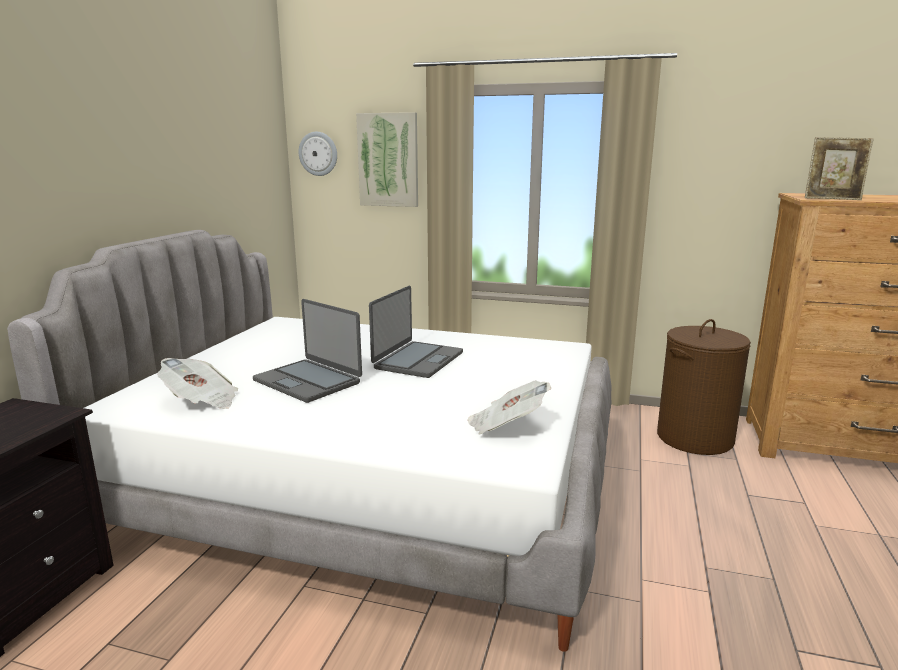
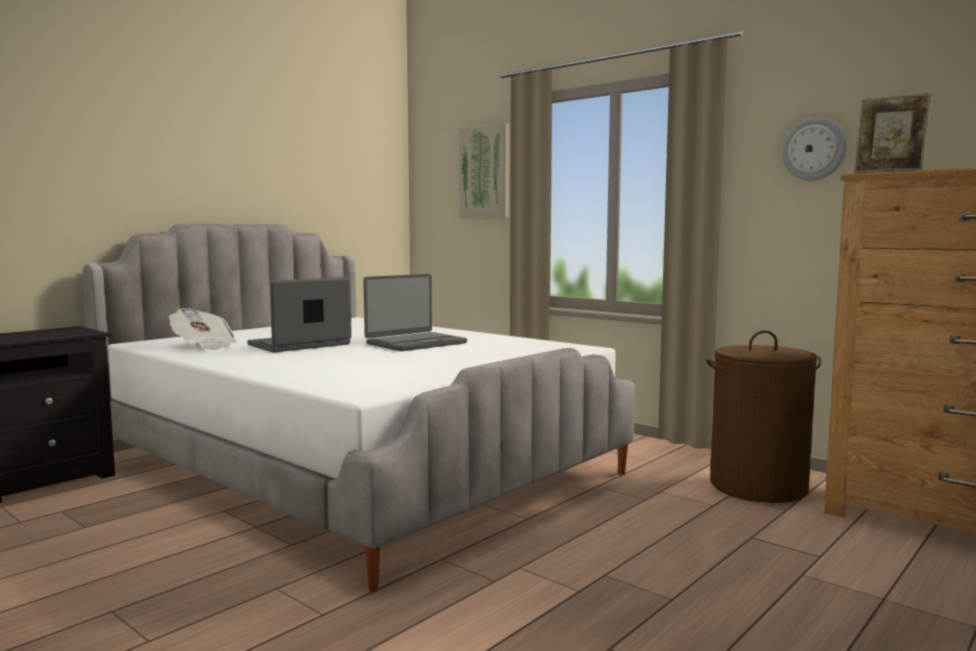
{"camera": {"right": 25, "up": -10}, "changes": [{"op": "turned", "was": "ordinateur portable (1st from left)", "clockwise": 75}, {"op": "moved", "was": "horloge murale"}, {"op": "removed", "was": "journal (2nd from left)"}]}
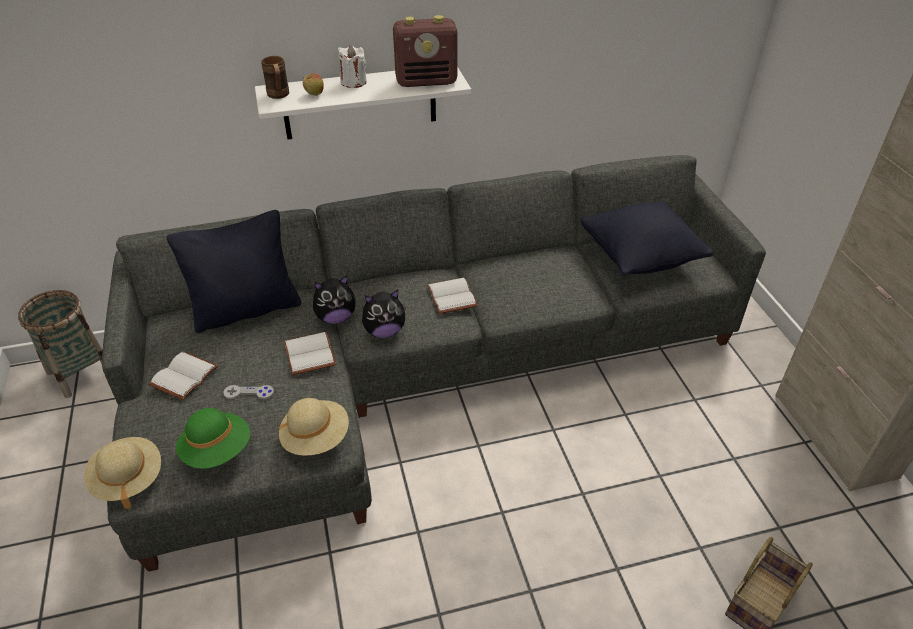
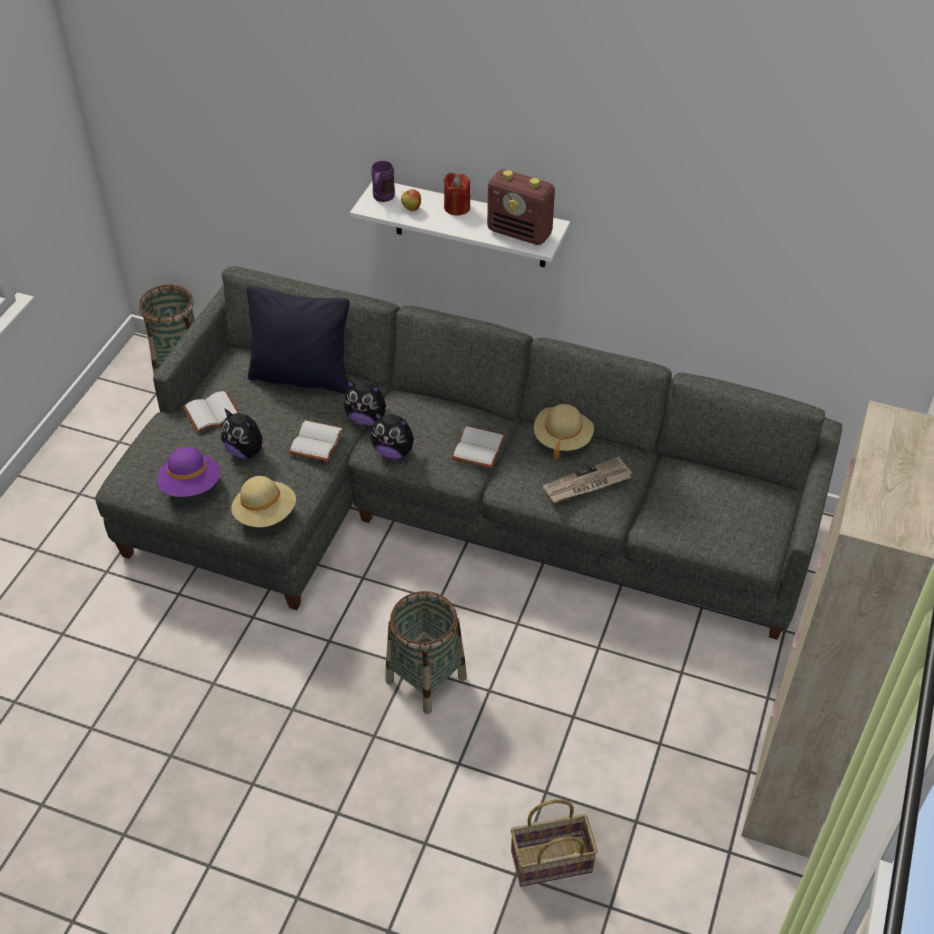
{"camera": {"right": 35, "up": 5}, "changes": [{"op": "moved", "was": "chapeau (beige) (1st from left in the first image)", "now": "chapeau (beige) (2nd from left)"}, {"op": "recoloured", "was": "chapeau (vert)", "now": "chapeau (violet)"}, {"op": "replaced", "was": "manette (gris)", "now": "peluche (1st from left)"}, {"op": "recoloured", "was": "mug (marron)", "now": "mug (violet)"}, {"op": "recoloured", "was": "bougie (blanc)", "now": "bougie (rouge)"}, {"op": "removed", "was": "coussin (noir) (2nd from left)"}, {"op": "added", "now": "panier (2nd from left)"}, {"op": "added", "now": "journal"}]}
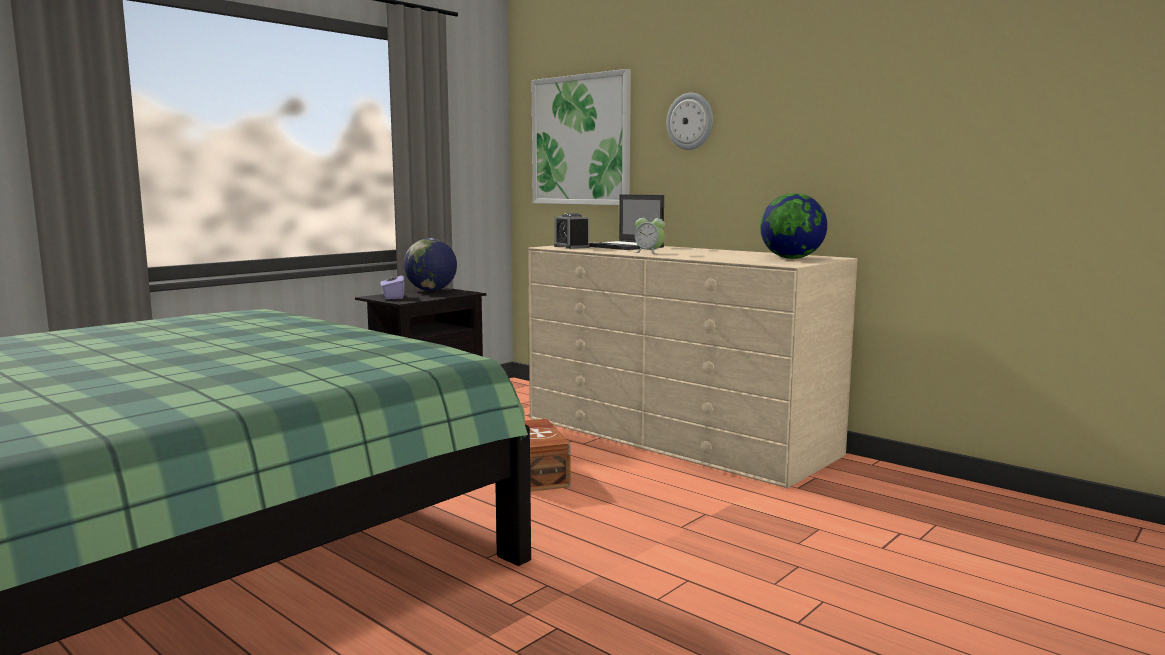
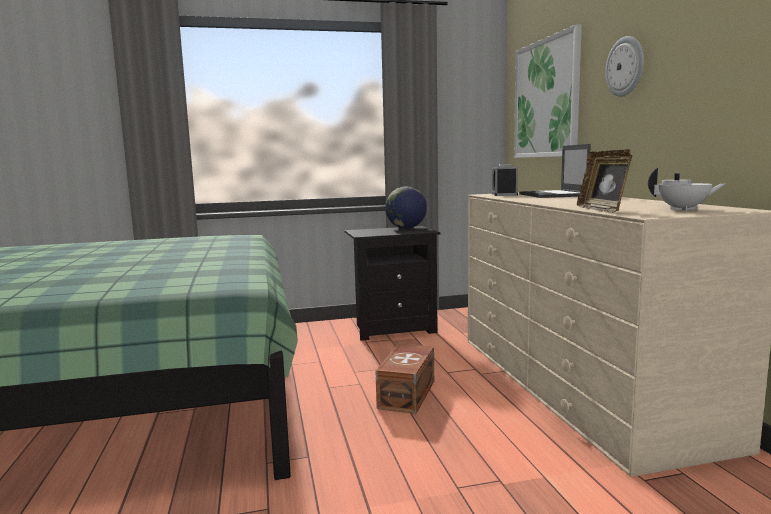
{"camera": {"right": 35, "up": 0}, "changes": [{"op": "removed", "was": "boîte à mouchoirs (violet)"}, {"op": "removed", "was": "réveil (2nd from left)"}, {"op": "replaced", "was": "globe (2nd from left)", "now": "théière (blanc)"}, {"op": "added", "now": "cadre photo"}]}
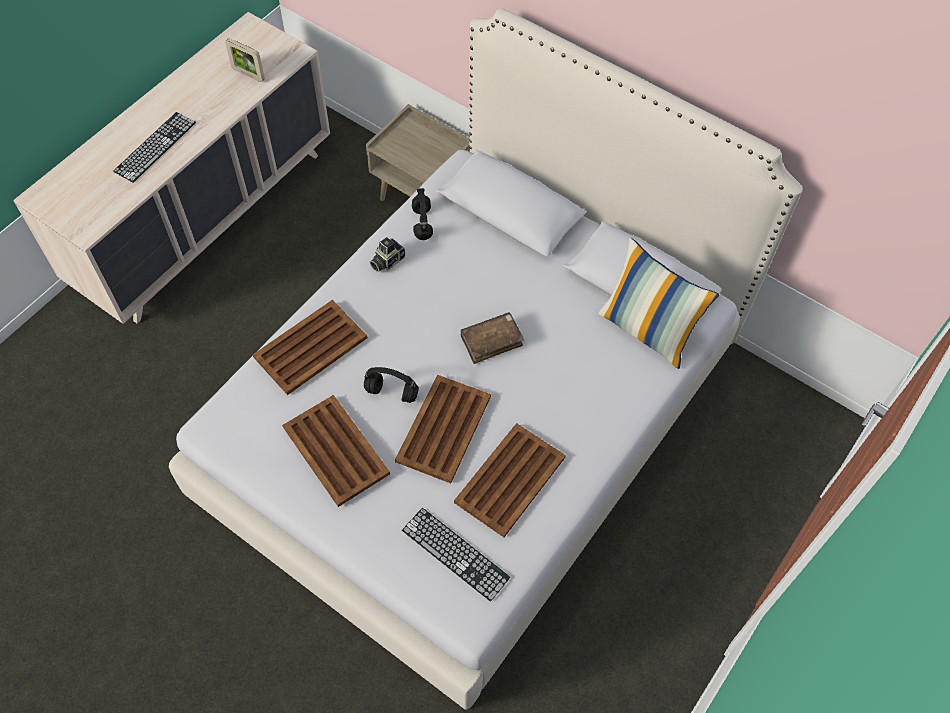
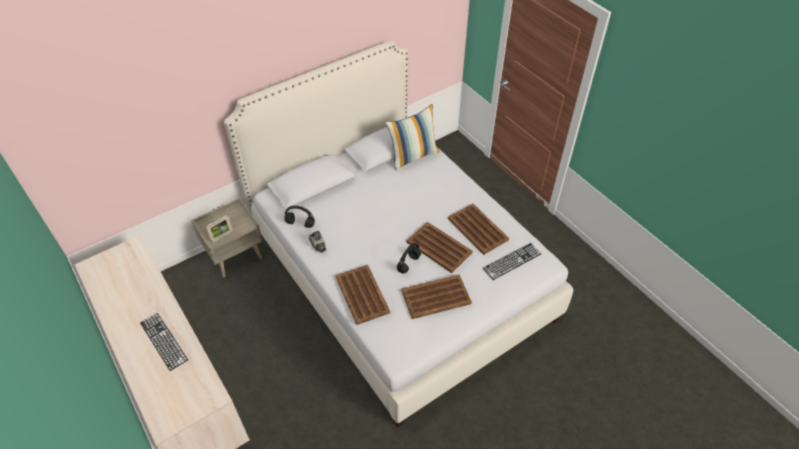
{"camera": {"right": -70, "up": -10}, "changes": [{"op": "moved", "was": "cadre photo"}, {"op": "removed", "was": "livre (marron)"}]}
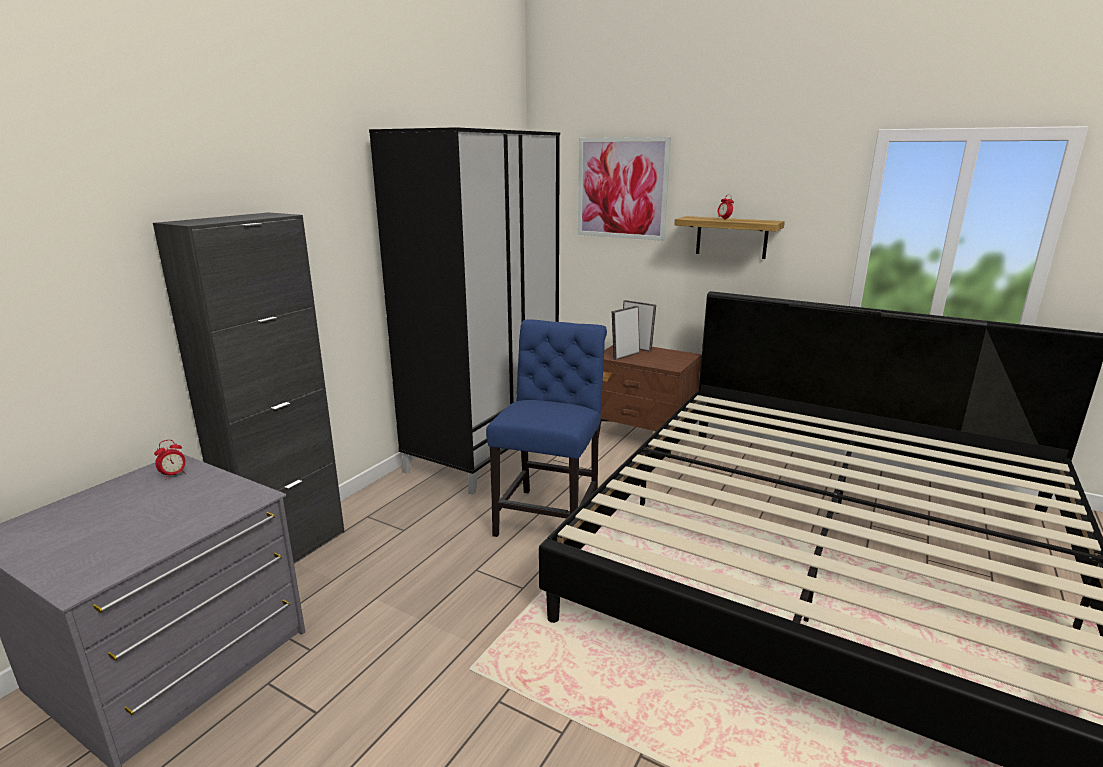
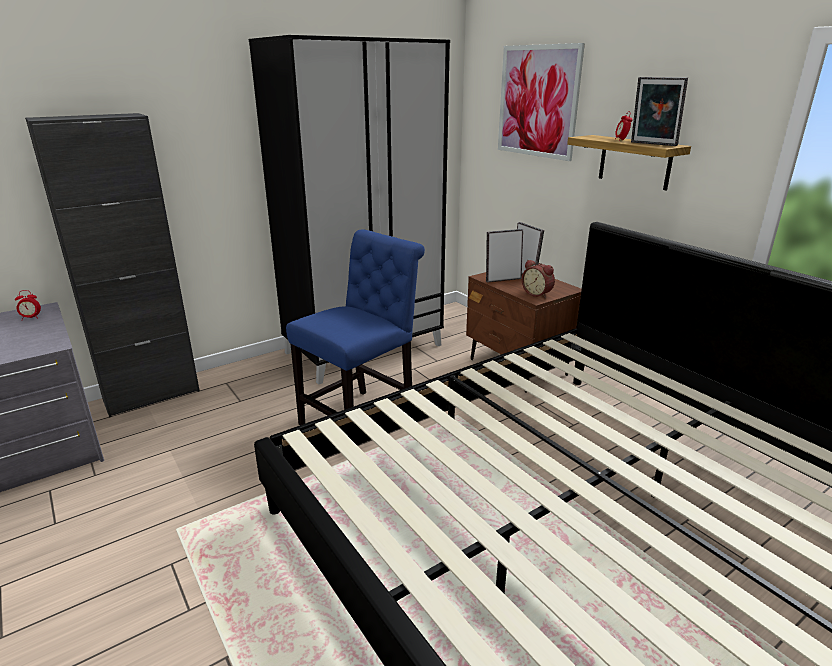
{"camera": {"right": 25, "up": 5}, "changes": [{"op": "added", "now": "réveil (2nd from left)"}, {"op": "added", "now": "cadre photo (3rd from left)"}]}
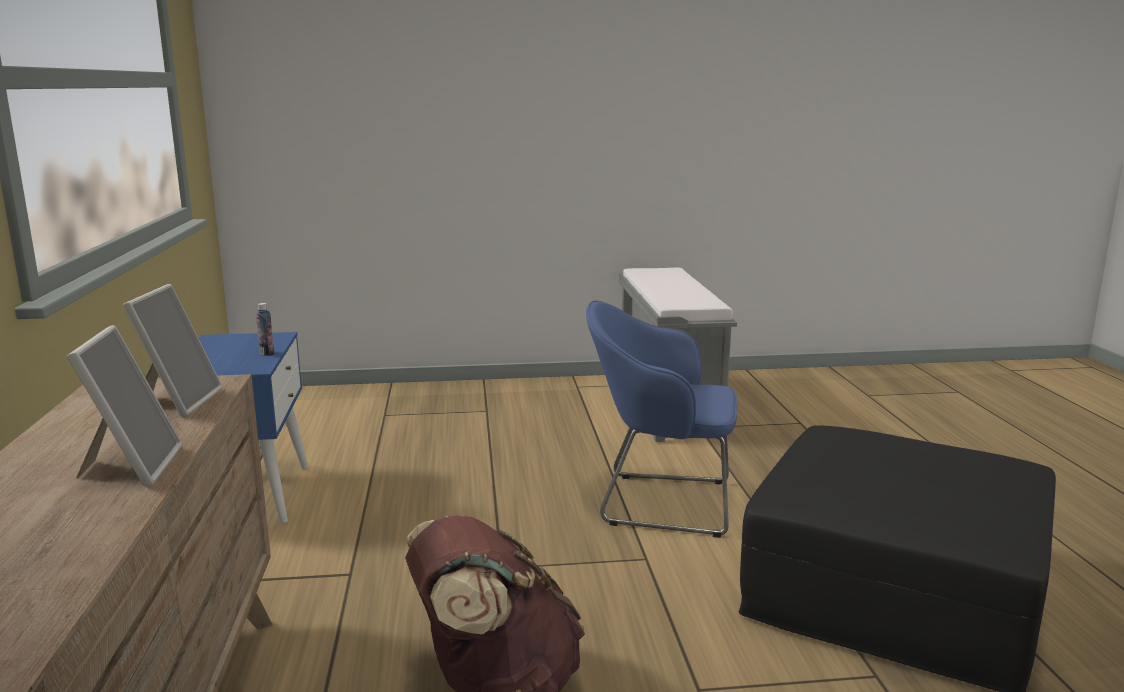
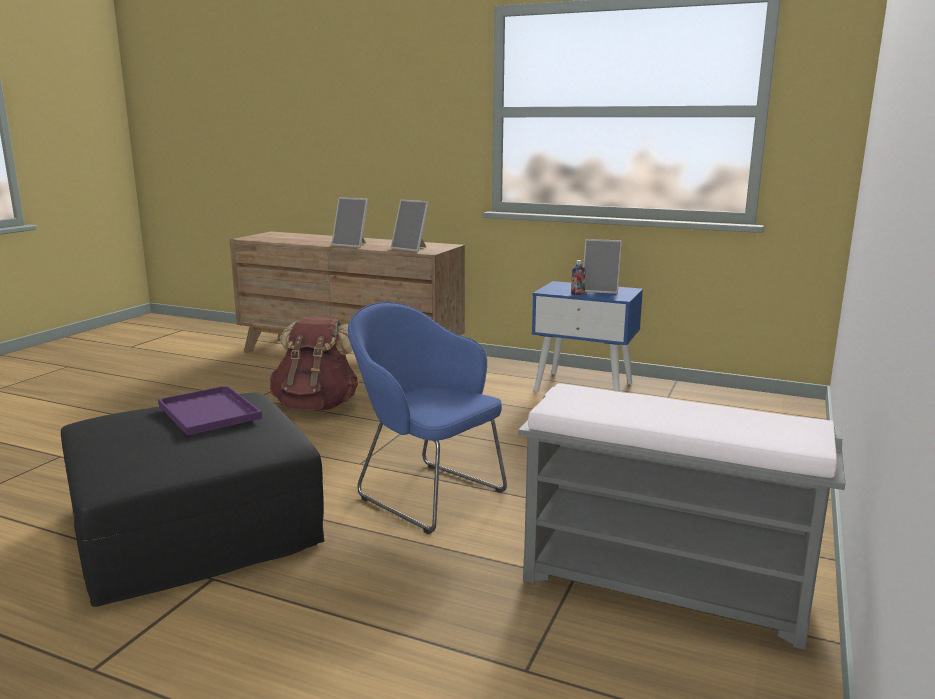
{"camera": {"right": 120, "up": 0}, "changes": [{"op": "turned", "was": "fauteuil (bleu)", "clockwise": -90}, {"op": "added", "now": "plateau (violet)"}, {"op": "added", "now": "cadre photo (3rd from left)"}]}
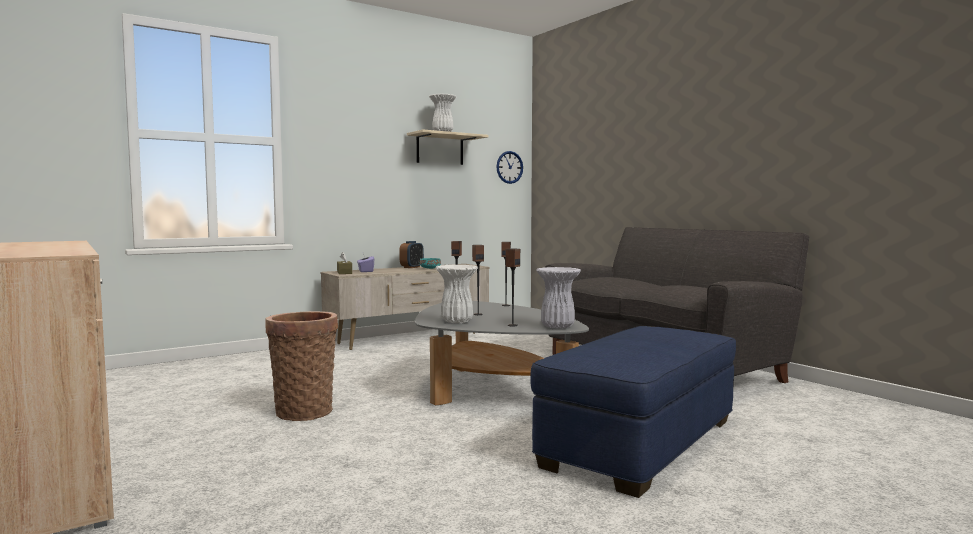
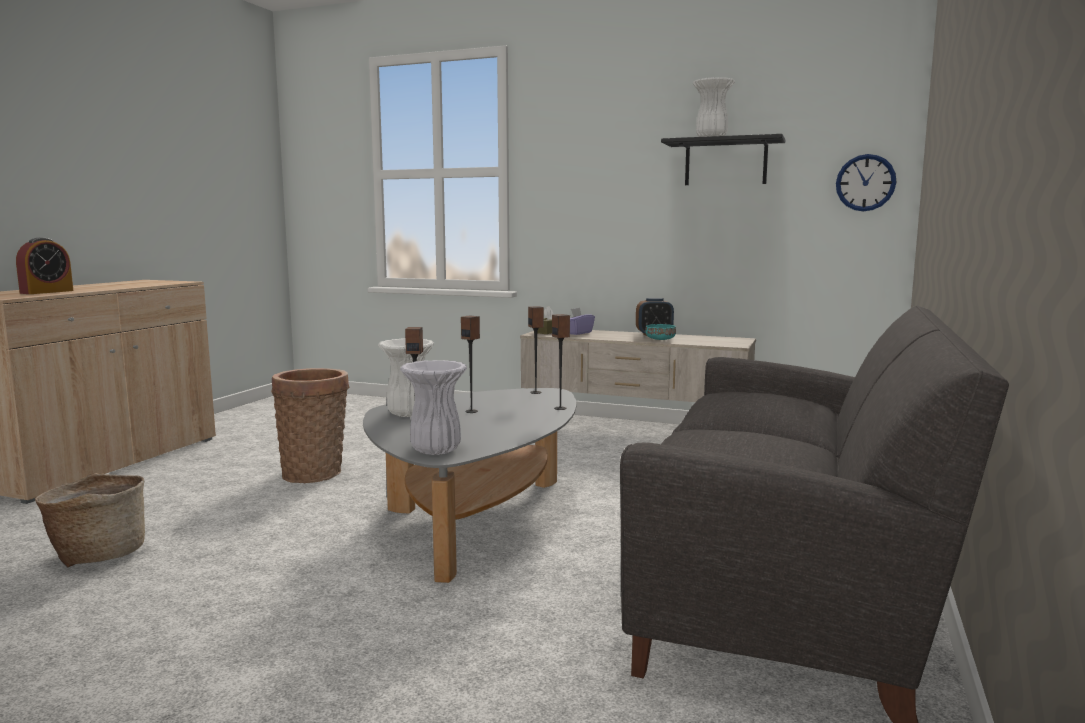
{"camera": {"right": 55, "up": 5}, "changes": [{"op": "recoloured", "was": "étagère (beige)", "now": "étagère (noir)"}, {"op": "removed", "was": "pouf (bleu)"}, {"op": "added", "now": "réveil (1st from left)"}, {"op": "added", "now": "panier (1st from left)"}]}
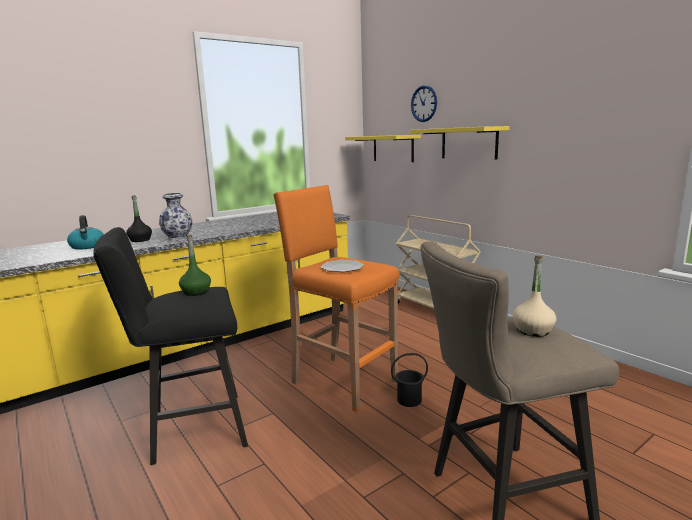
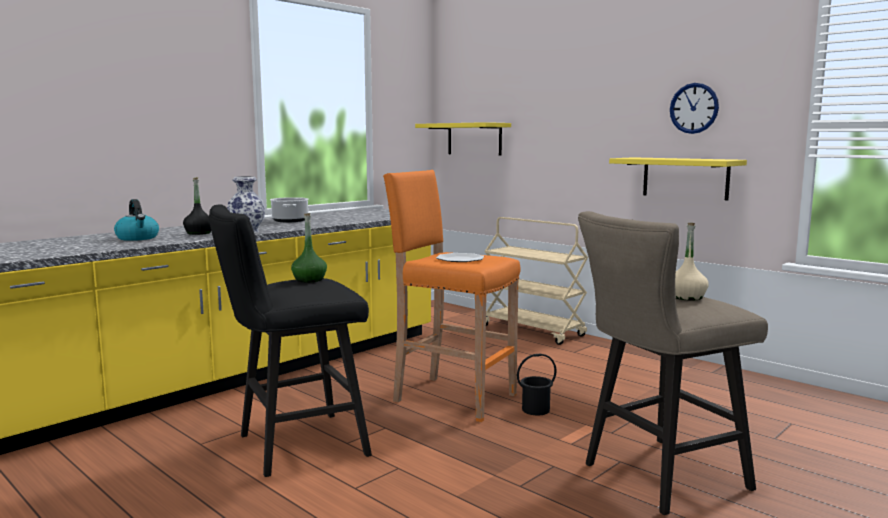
{"camera": {"right": -10, "up": -5}, "changes": [{"op": "moved", "was": "étagère (jaune) (2nd from left)"}, {"op": "moved", "was": "horloge murale"}, {"op": "added", "now": "marmite"}]}
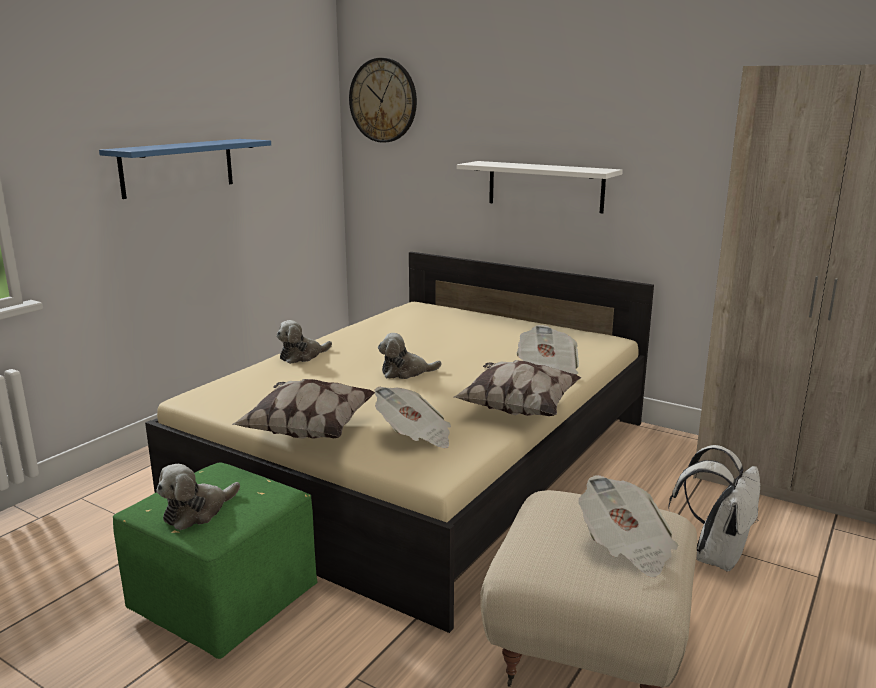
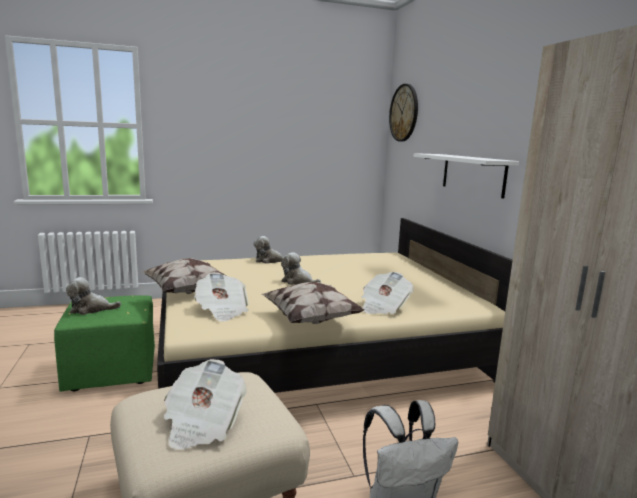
{"camera": {"right": 40, "up": -5}, "changes": [{"op": "removed", "was": "étagère (bleu)"}]}
